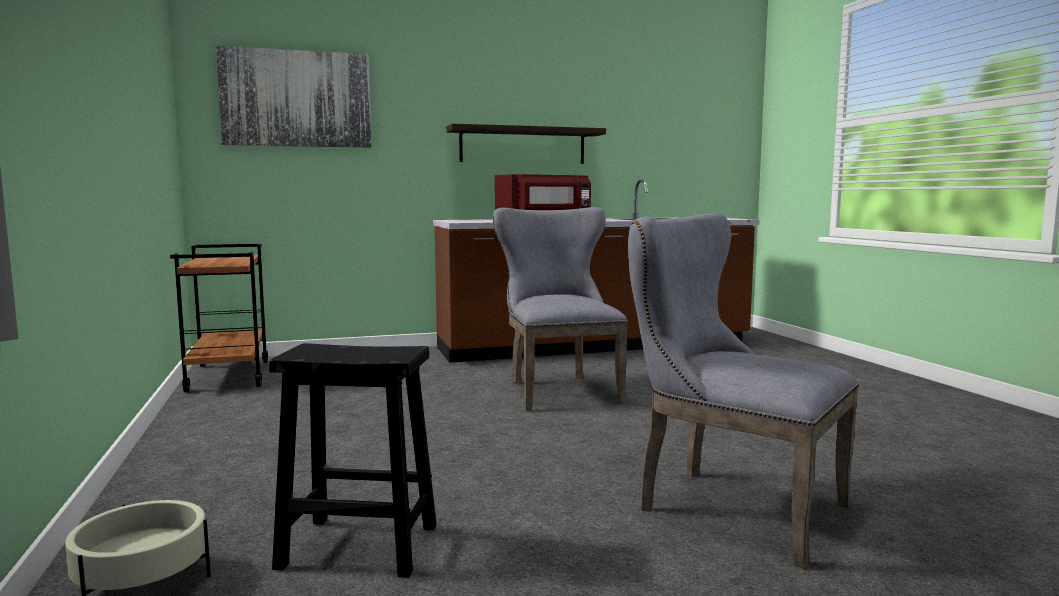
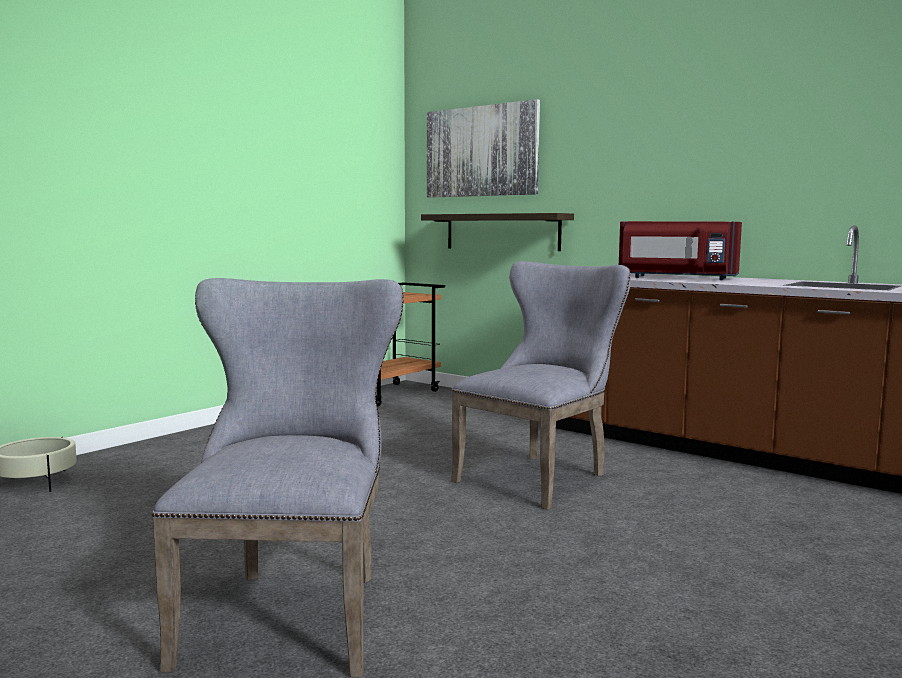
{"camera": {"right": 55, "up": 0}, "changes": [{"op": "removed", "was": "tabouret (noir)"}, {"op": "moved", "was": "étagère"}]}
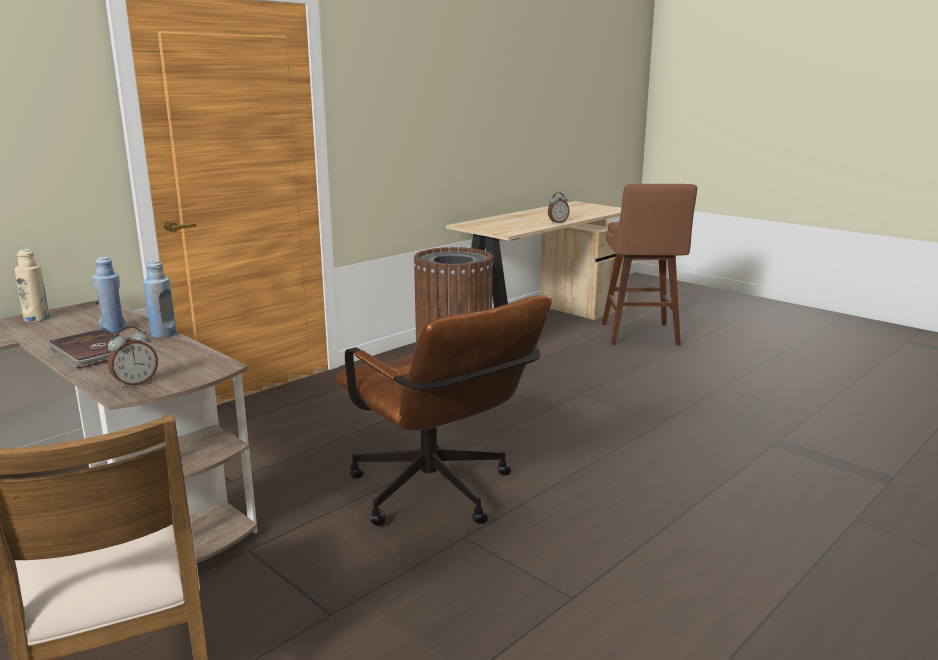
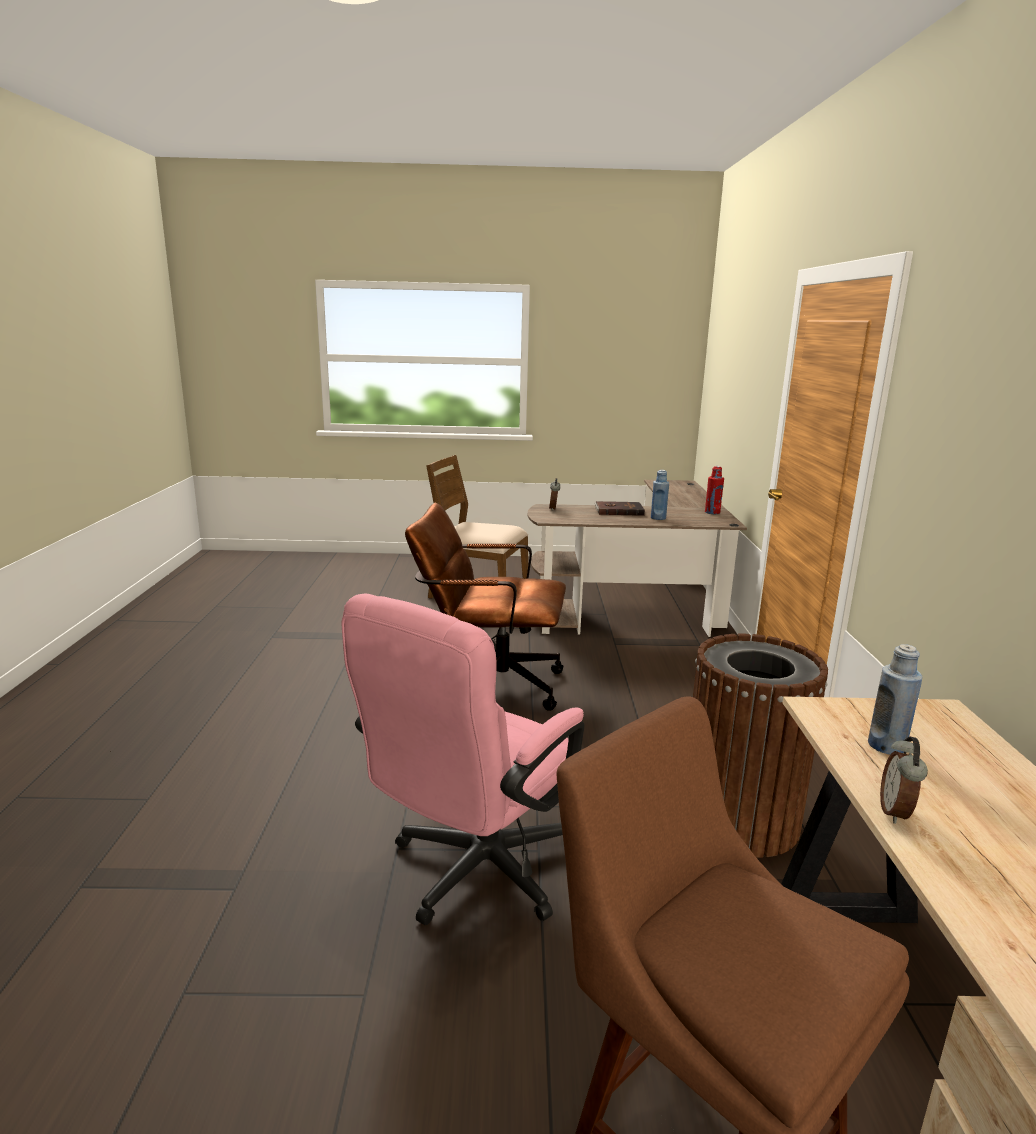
{"camera": {"right": 135, "up": 0}, "changes": [{"op": "recoloured", "was": "bouteille (beige)", "now": "bouteille (rouge)"}, {"op": "moved", "was": "bouteille (bleu) (2nd from left)"}, {"op": "added", "now": "chaise de bureau (rose)"}]}
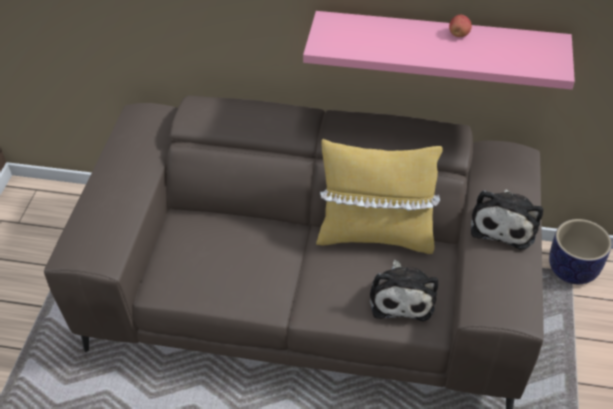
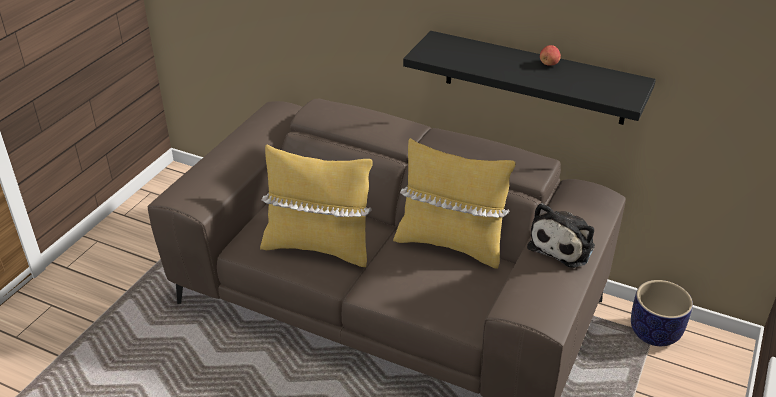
{"camera": {"right": 15, "up": -10}, "changes": [{"op": "recoloured", "was": "étagère (rose)", "now": "étagère (noir)"}, {"op": "removed", "was": "peluche (1st from left)"}, {"op": "added", "now": "coussin (jaune) (1st from left)"}]}
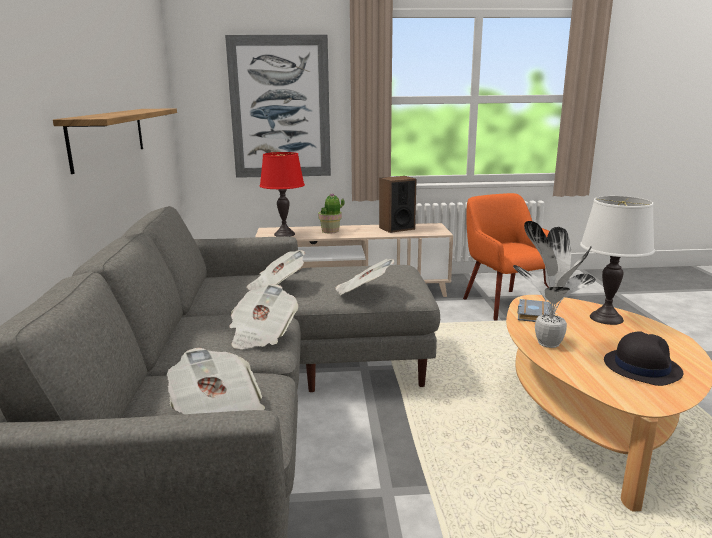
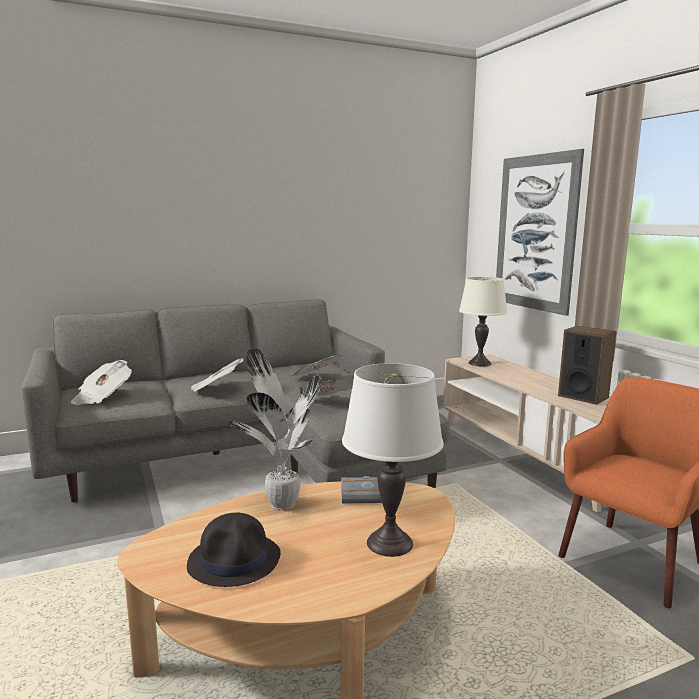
{"camera": {"right": 70, "up": -5}, "changes": [{"op": "removed", "was": "étagère"}, {"op": "recoloured", "was": "lampe de table (rouge)", "now": "lampe de table (blanc) (2nd from left)"}, {"op": "removed", "was": "plante en pot (1st from left)"}]}
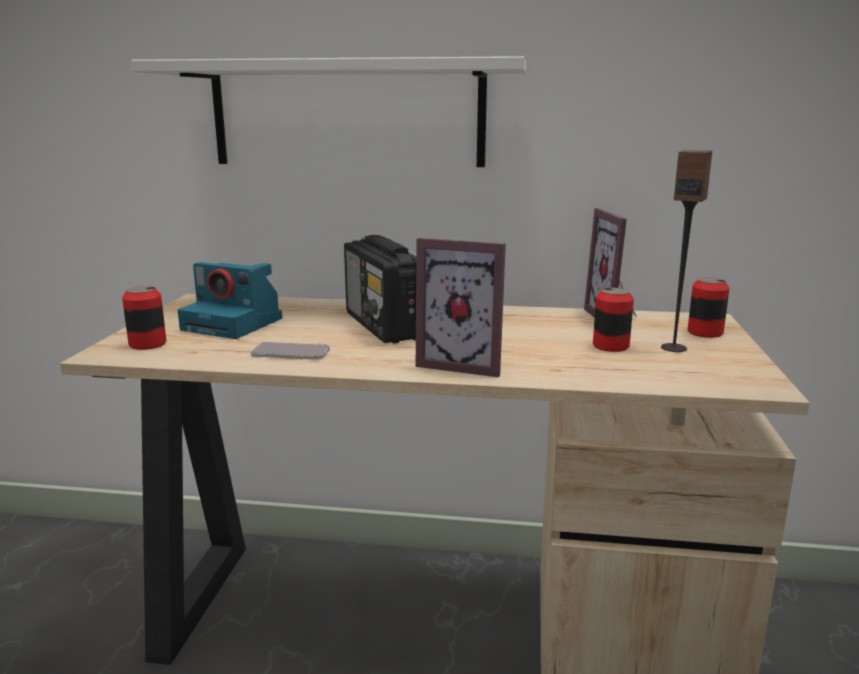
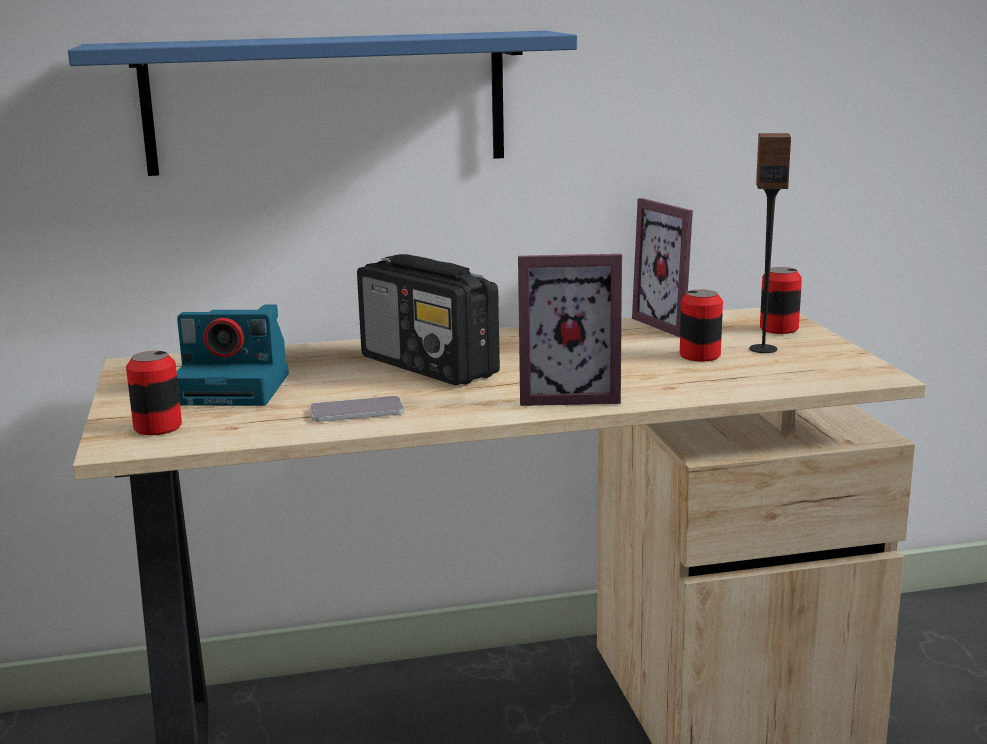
{"camera": {"right": -20, "up": 0}, "changes": [{"op": "recoloured", "was": "étagère (blanc)", "now": "étagère (bleu)"}]}
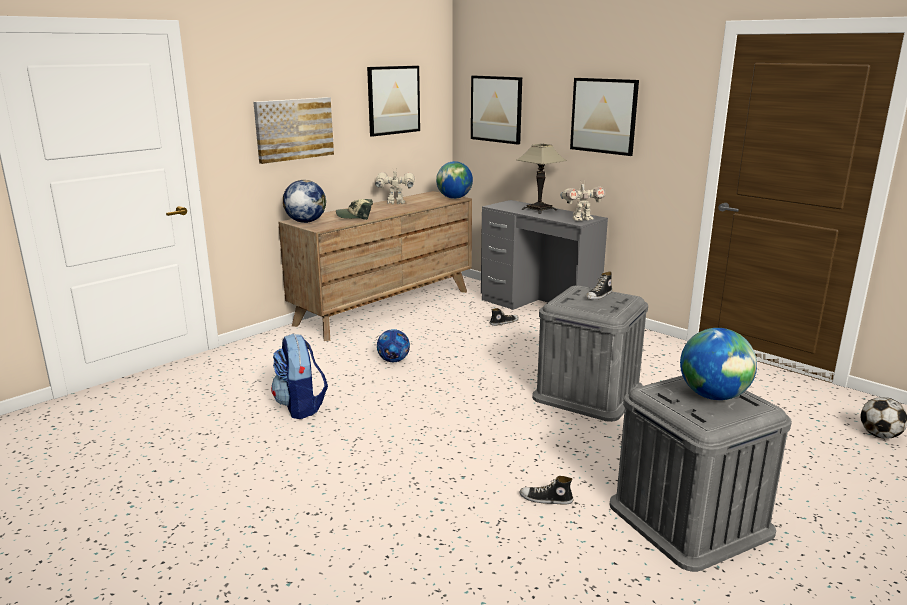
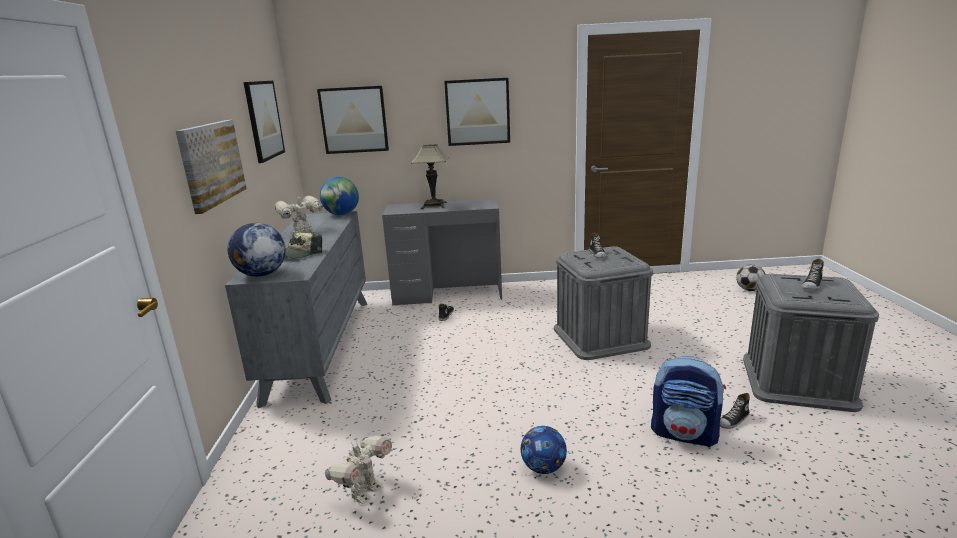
{"camera": {"right": -45, "up": 0}, "changes": [{"op": "moved", "was": "sac à dos"}, {"op": "recoloured", "was": "commode (marron)", "now": "commode (gris)"}, {"op": "moved", "was": "ballon de foot (1st from left)"}, {"op": "moved", "was": "robot jouet (2nd from left)"}, {"op": "replaced", "was": "globe (3rd from left)", "now": "chaussure (4th from left)"}]}
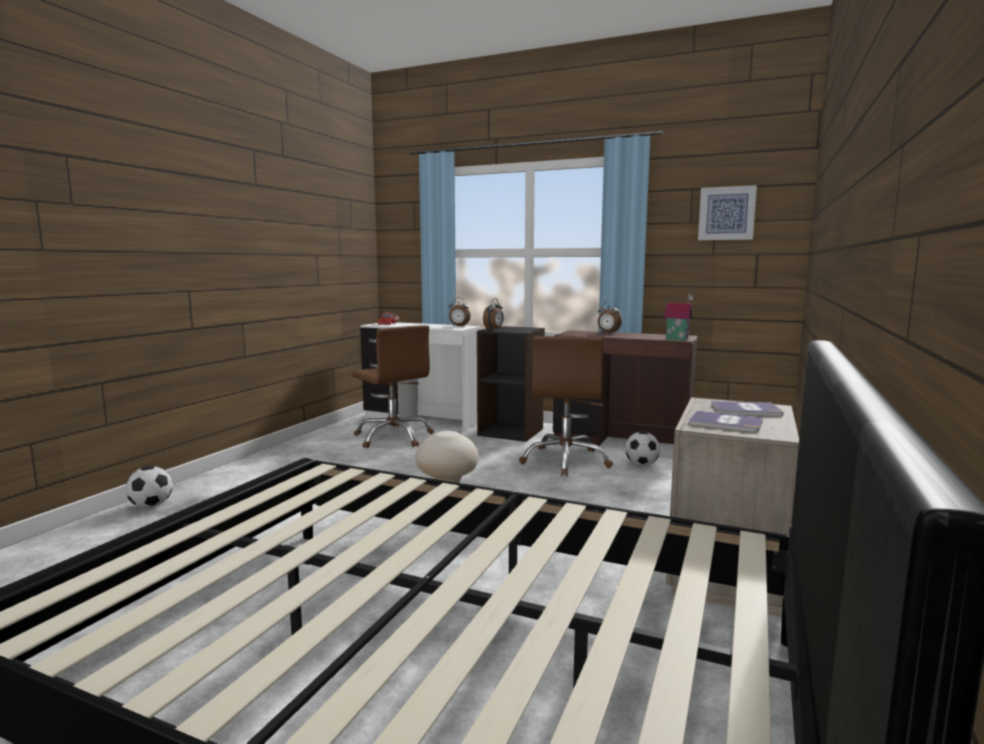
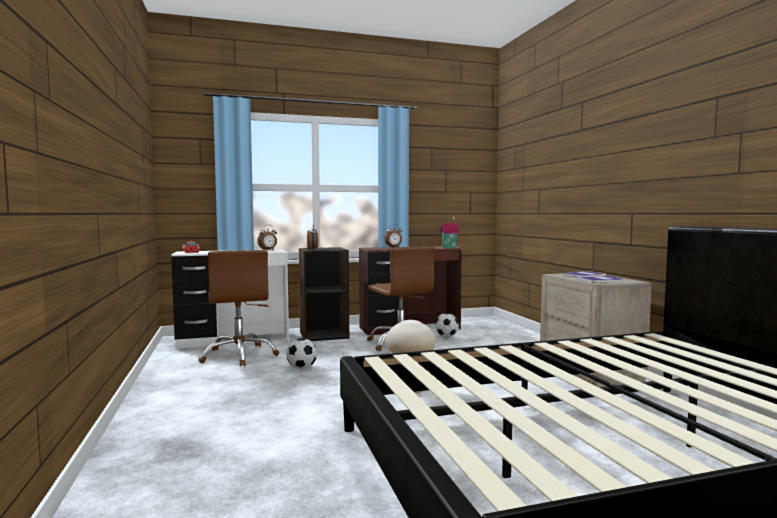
{"camera": {"right": -40, "up": -5}, "changes": [{"op": "moved", "was": "ballon de foot (1st from left)"}, {"op": "turned", "was": "chaise de bureau (marron) (1st from left)", "clockwise": 60}, {"op": "removed", "was": "tableau"}]}
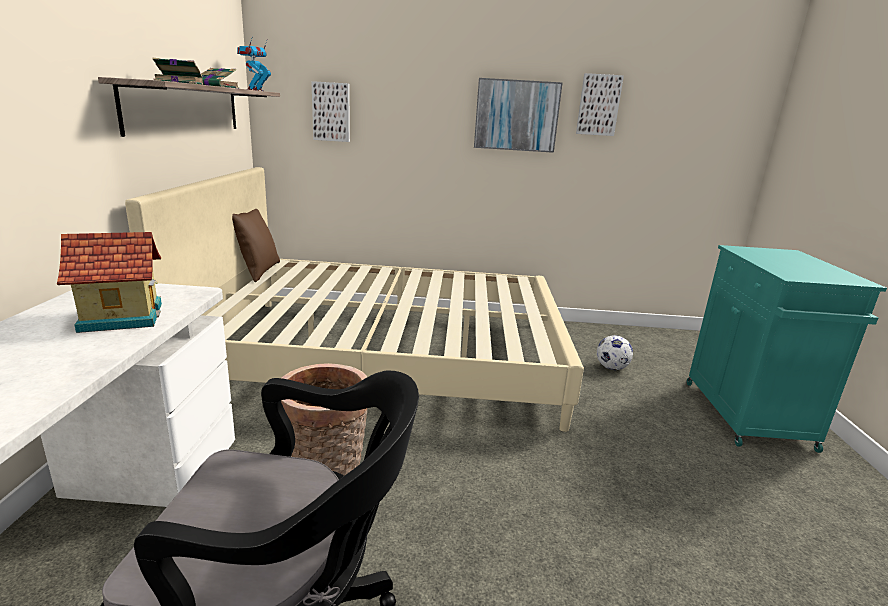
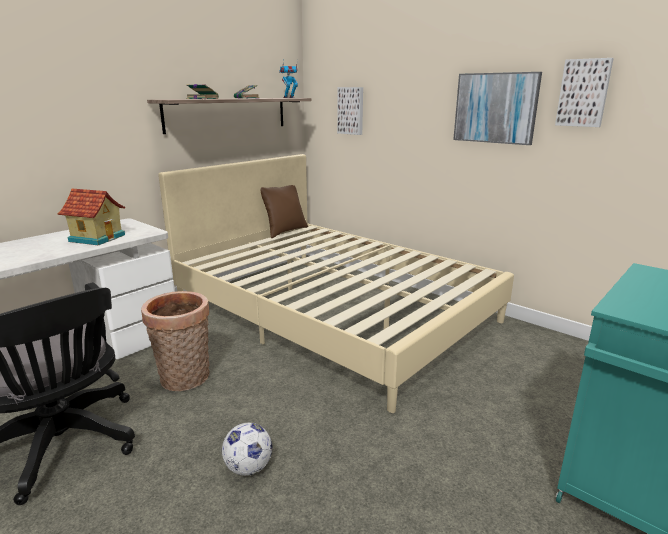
{"camera": {"right": 40, "up": 0}, "changes": [{"op": "moved", "was": "ballon de foot"}]}
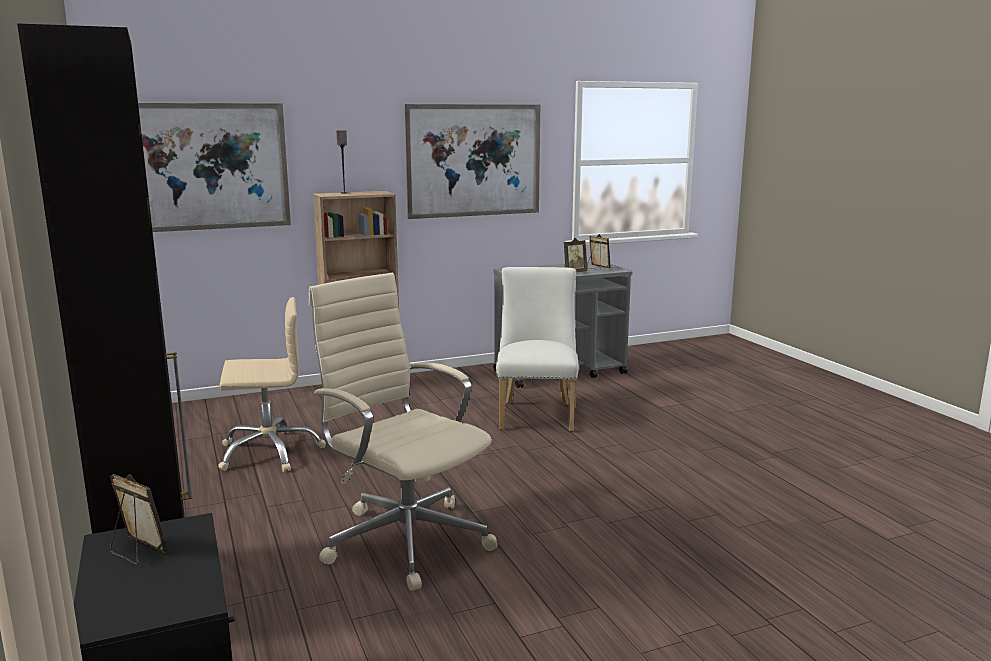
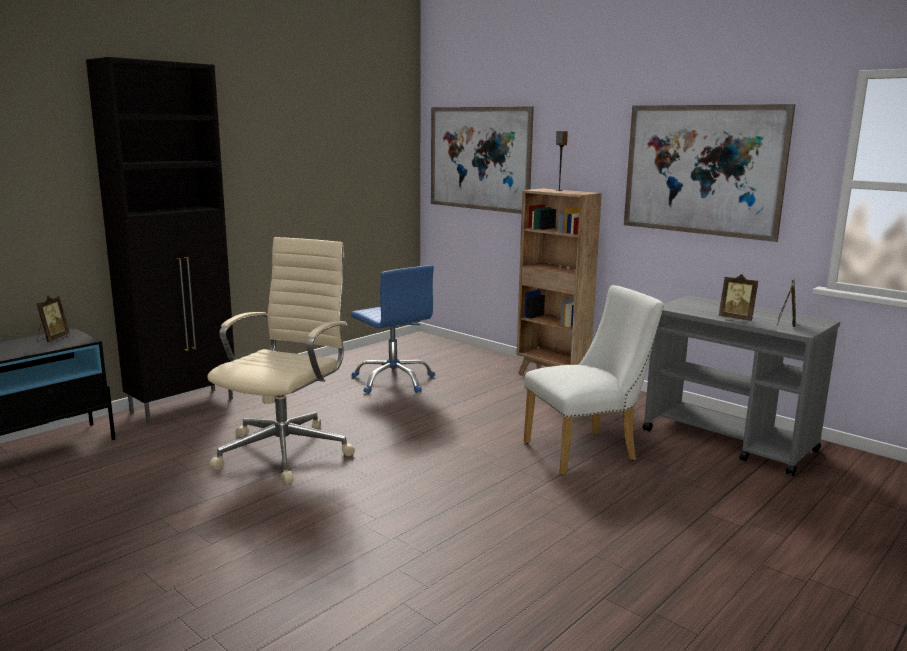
{"camera": {"right": 65, "up": 0}, "changes": [{"op": "recoloured", "was": "chaise de bureau (beige) (1st from left)", "now": "chaise de bureau (bleu)"}]}
